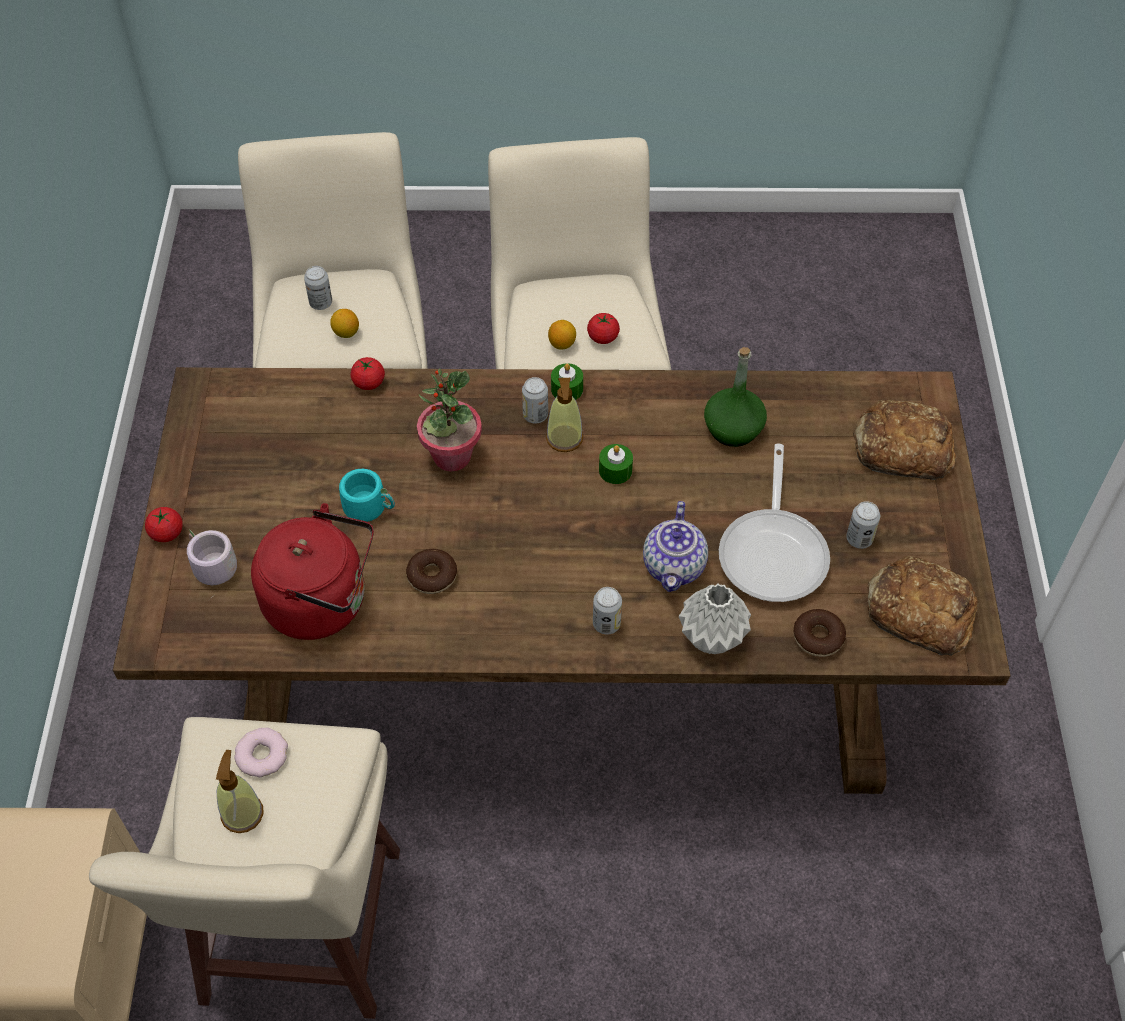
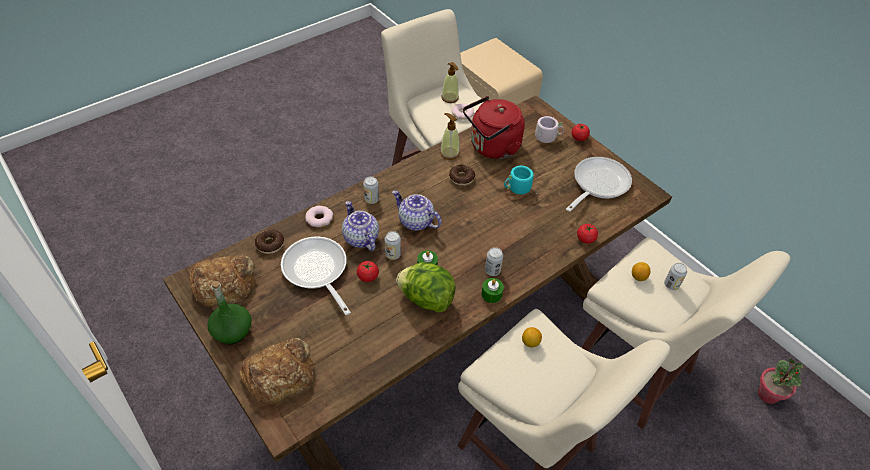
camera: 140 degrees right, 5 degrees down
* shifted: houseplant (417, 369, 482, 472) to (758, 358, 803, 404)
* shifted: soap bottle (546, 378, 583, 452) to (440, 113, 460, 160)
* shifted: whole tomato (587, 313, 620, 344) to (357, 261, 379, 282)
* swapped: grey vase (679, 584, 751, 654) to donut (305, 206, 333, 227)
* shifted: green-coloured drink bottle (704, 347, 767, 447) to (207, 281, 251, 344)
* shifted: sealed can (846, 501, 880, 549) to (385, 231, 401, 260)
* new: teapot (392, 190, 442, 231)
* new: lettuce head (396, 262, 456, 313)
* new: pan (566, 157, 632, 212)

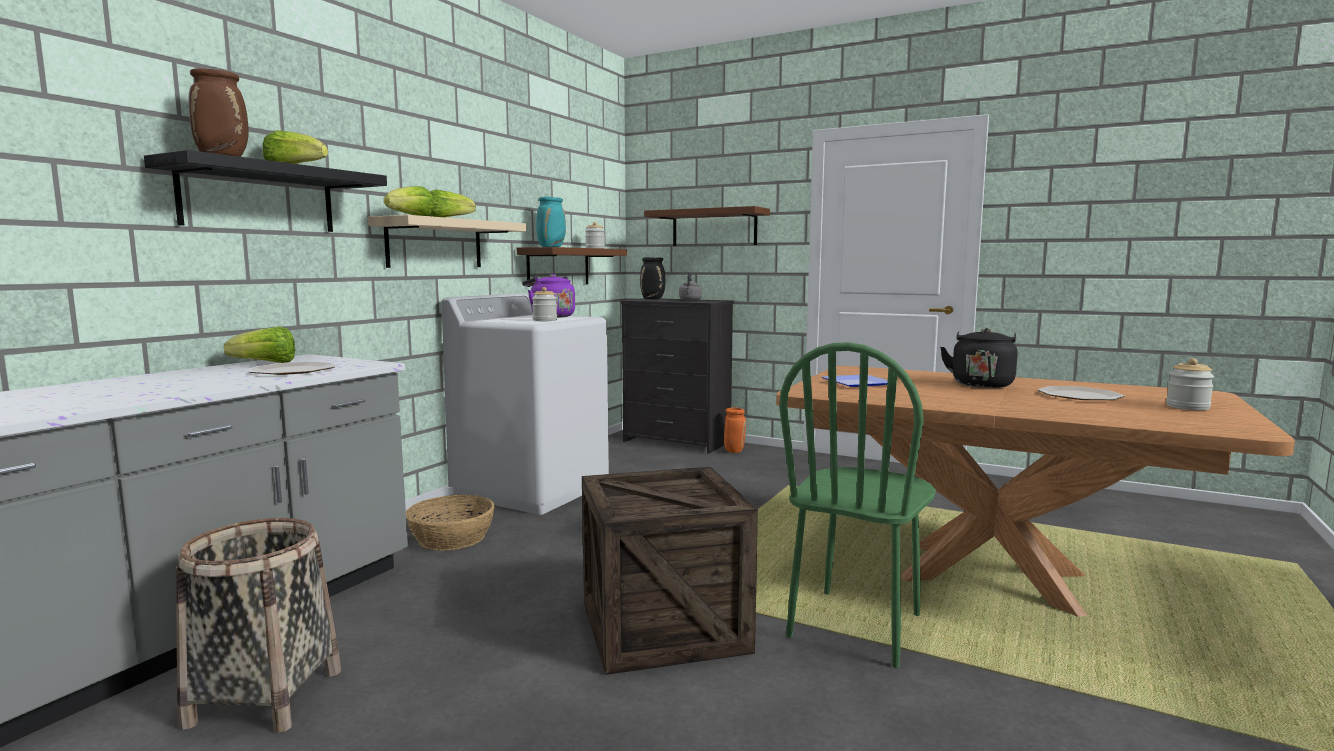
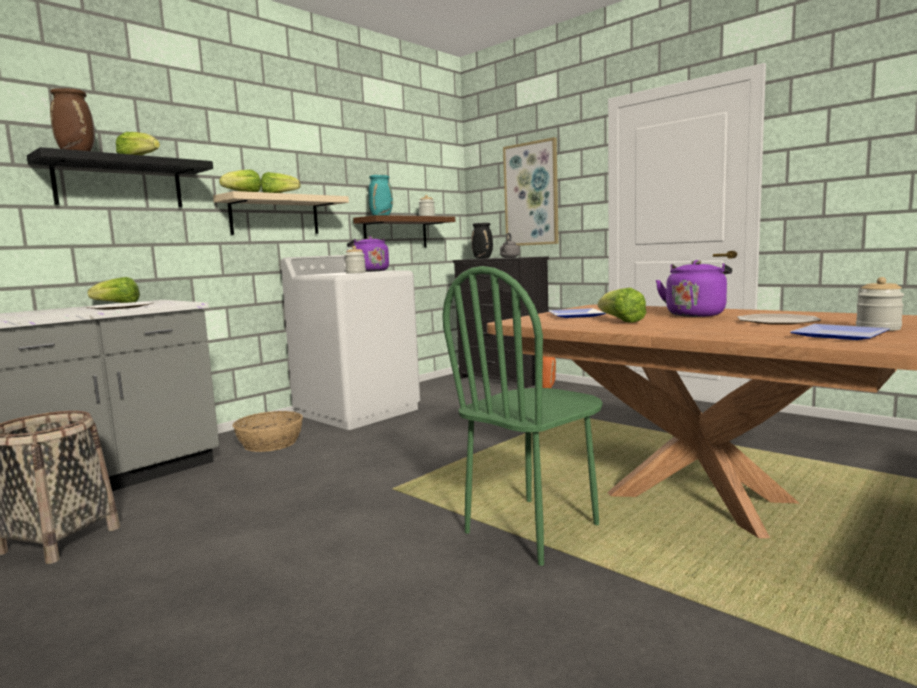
camera: 15 degrees right, 0 degrees up
* gone: crate (582, 467, 758, 675)
* swapped: brown-coloured shelf (644, 206, 770, 246) to picture (503, 137, 559, 246)
* repainted: black kettle (940, 328, 1018, 388) to purple kettle (655, 260, 732, 317)
* new: lettuce head (598, 288, 646, 323)
* new: flat dish (790, 324, 890, 340)

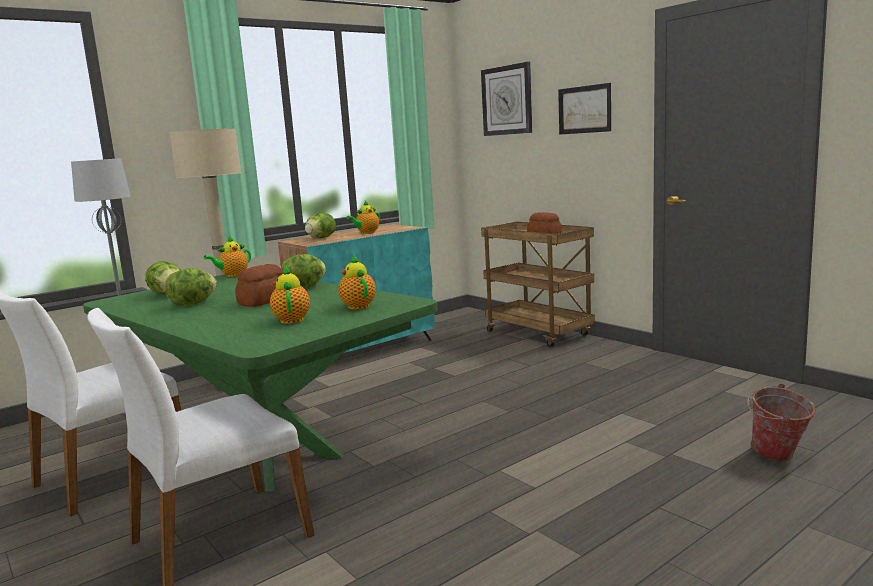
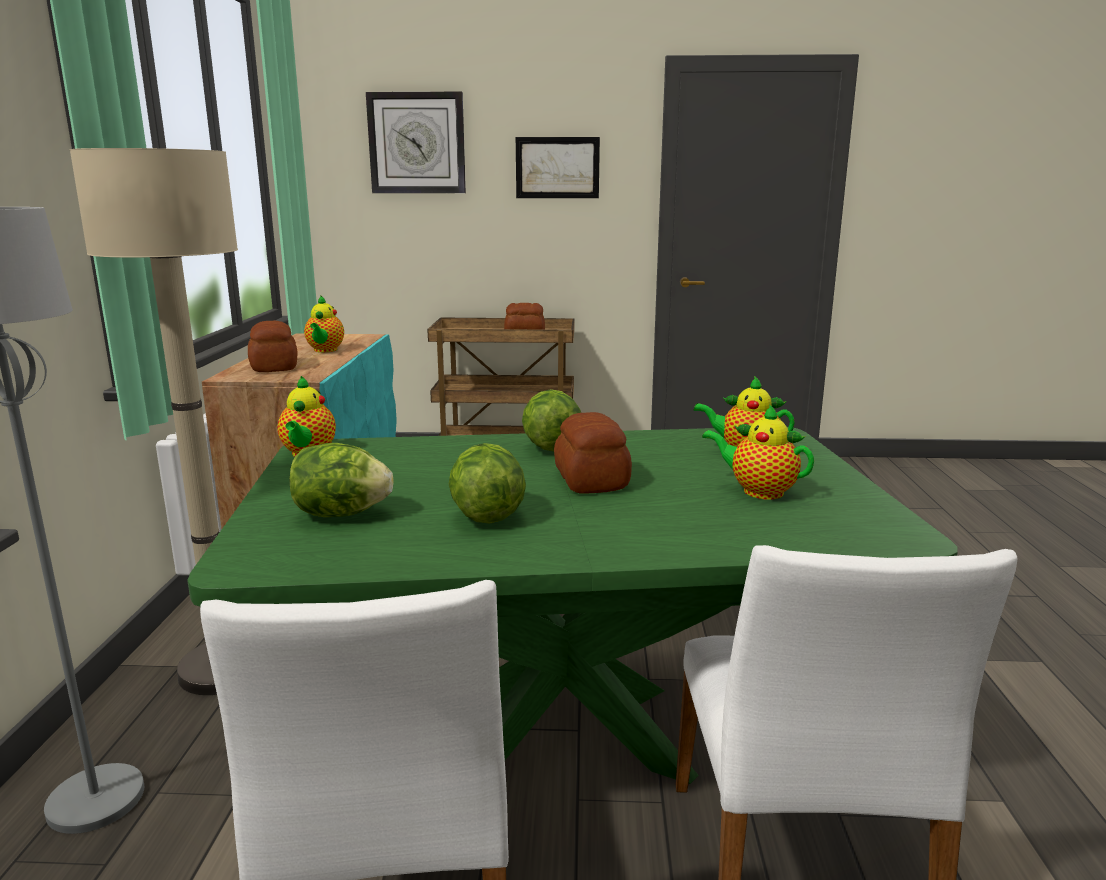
camera: 50 degrees left, 5 degrees up
* swapped: lettuce head (305, 213, 336, 238) to bakery bread (248, 321, 297, 372)
* gone: water bucket (747, 384, 816, 461)

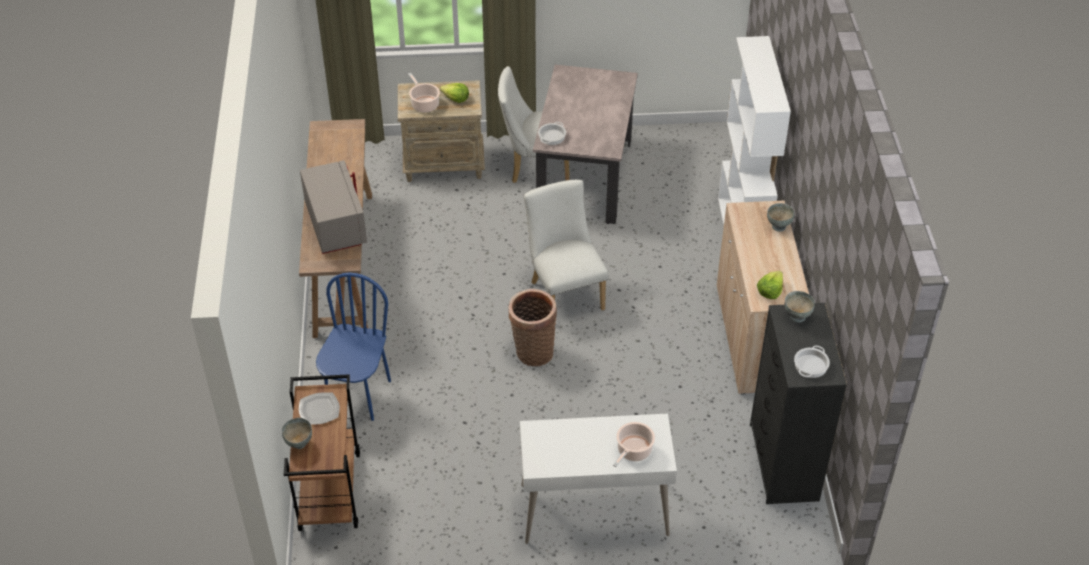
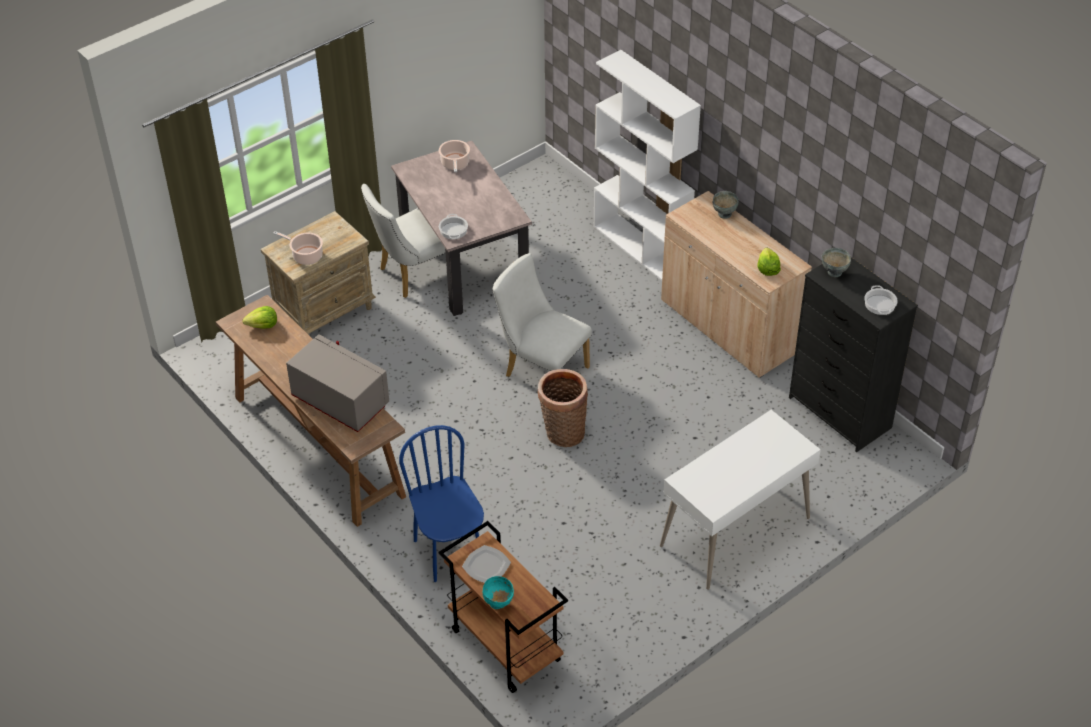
camera: 35 degrees left, 0 degrees up
* repainted: grey serving bowl (282, 418, 312, 449) to turquoise-coloured serving bowl (482, 576, 514, 609)
* shifted: lettuce head (440, 83, 469, 103) to (242, 306, 277, 329)
* shifted: cooking pot (613, 422, 655, 467) to (439, 140, 470, 172)

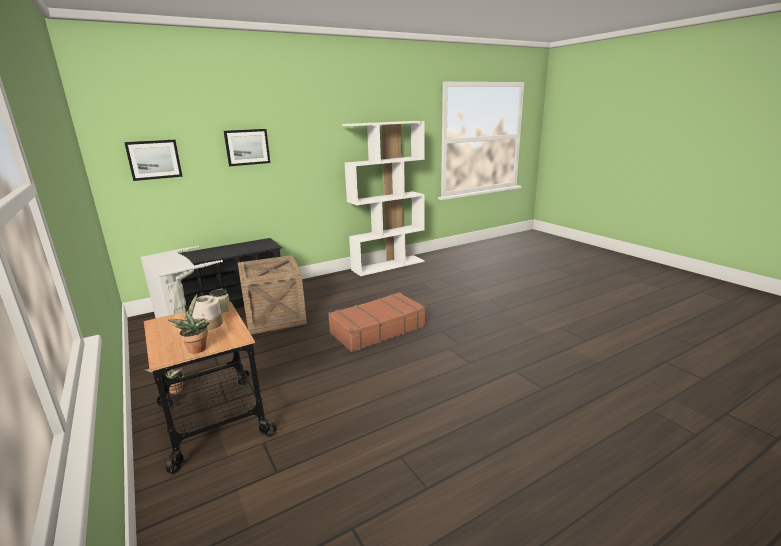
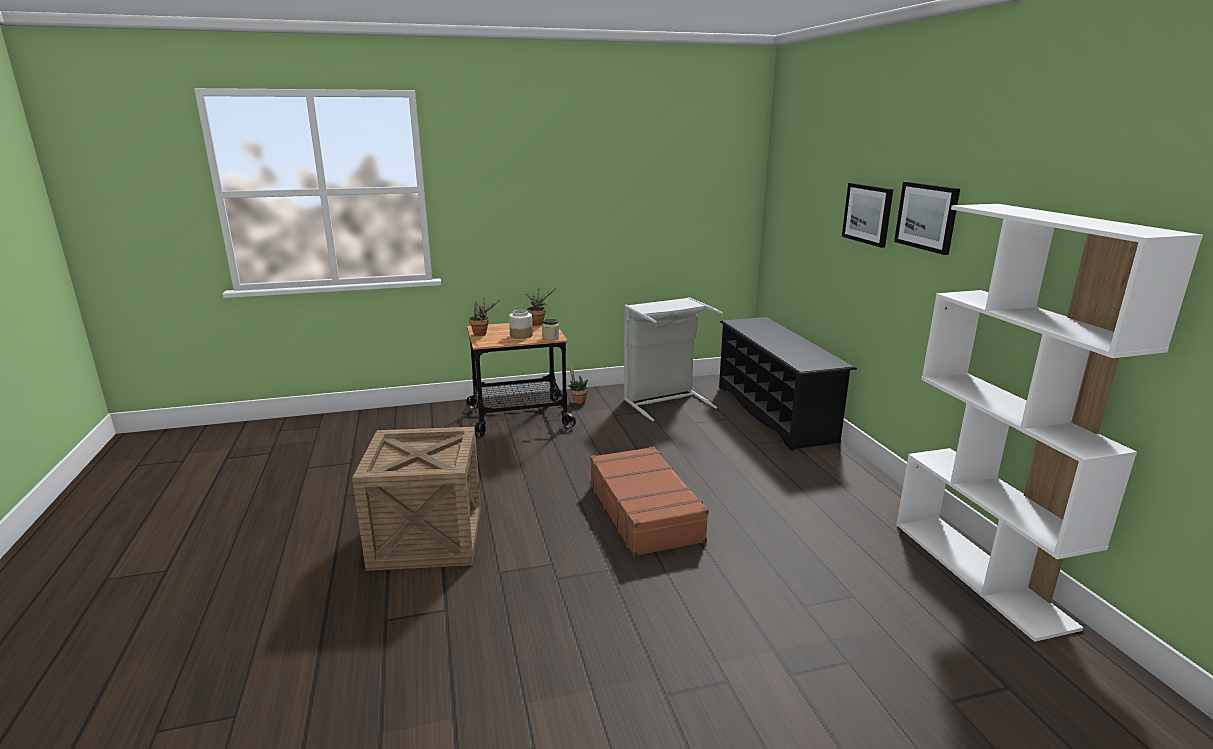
camera: 105 degrees right, 0 degrees up
* shifted: picture (124, 140, 183, 181) to (894, 182, 960, 255)
* shifted: crate (238, 255, 307, 334) to (352, 427, 481, 571)
* new: houseplant (525, 287, 557, 326)

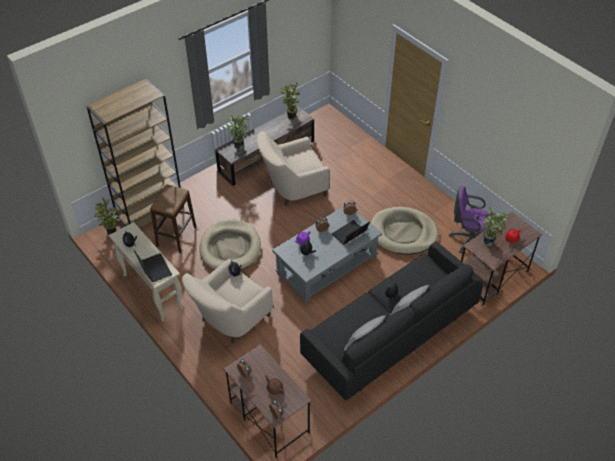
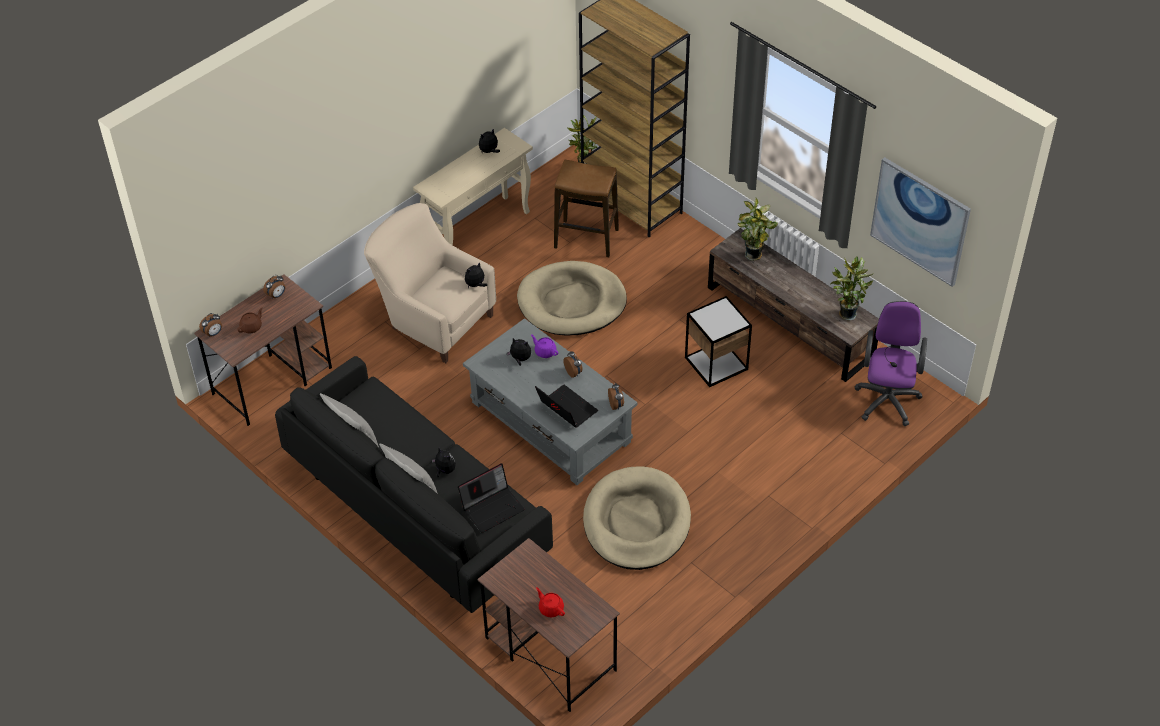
camera: 85 degrees right, 0 degrees up
* shifted: notebook computer (134, 250, 172, 282) to (458, 463, 525, 533)
* swapped: beige lounge chair (257, 131, 330, 206) to accent table (685, 296, 752, 387)
* shifted: purple office chair (449, 186, 489, 253) to (854, 301, 927, 426)
* gone: houseplant (482, 207, 509, 246)
* new: picture (870, 157, 971, 287)

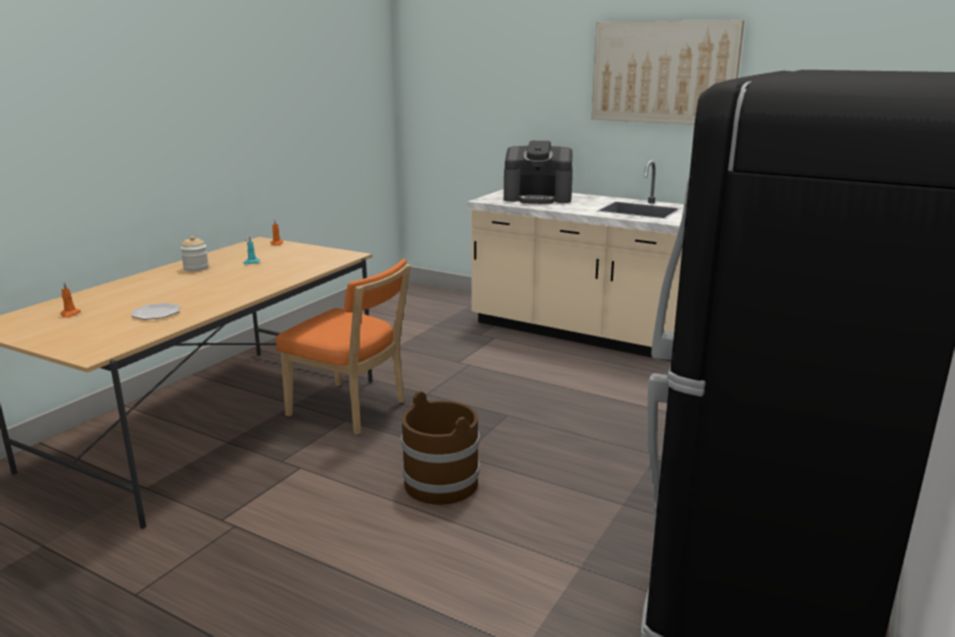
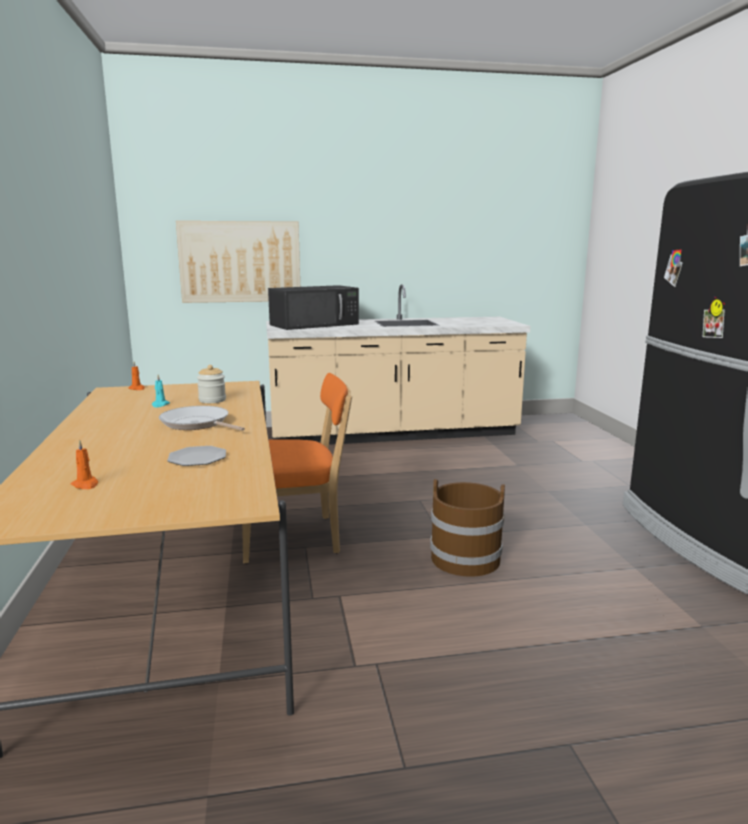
camera: 40 degrees left, 5 degrees down
* shifted: jar (180, 236, 209, 271) to (197, 365, 226, 403)
* swapped: coffee brewer (504, 141, 573, 204) to black kitchen microwave (268, 285, 359, 330)
* shifted: picture (592, 20, 744, 125) to (176, 221, 300, 303)
* new: pan (159, 406, 245, 431)

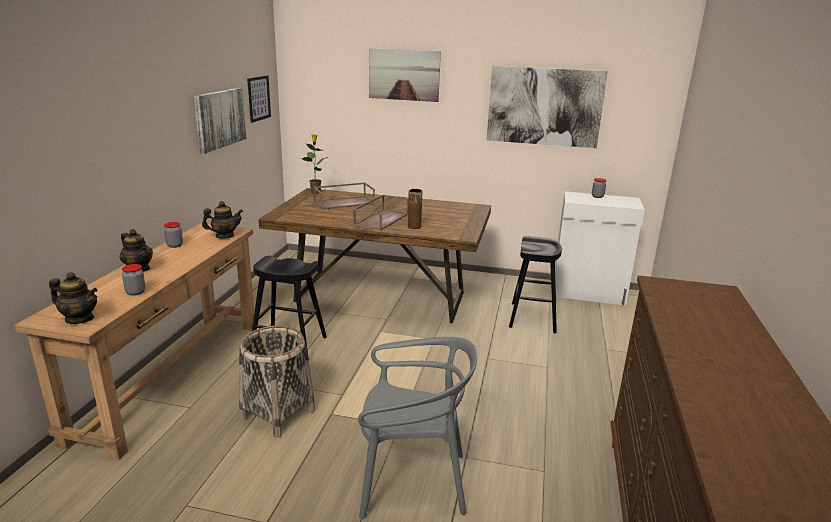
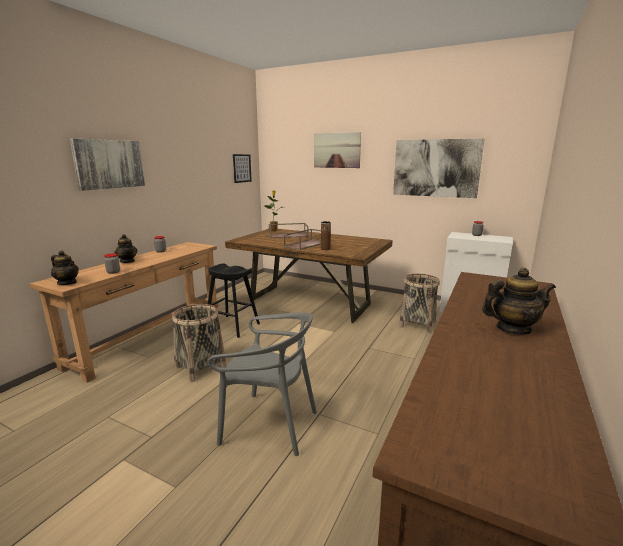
camera: 15 degrees right, 5 degrees down
* shifted: picture (194, 88, 246, 154) to (70, 138, 145, 191)
* shifted: teapot (202, 201, 243, 239) to (482, 268, 556, 335)
* swapped: black stool seat (509, 236, 562, 333) to storage basket (399, 274, 440, 333)

